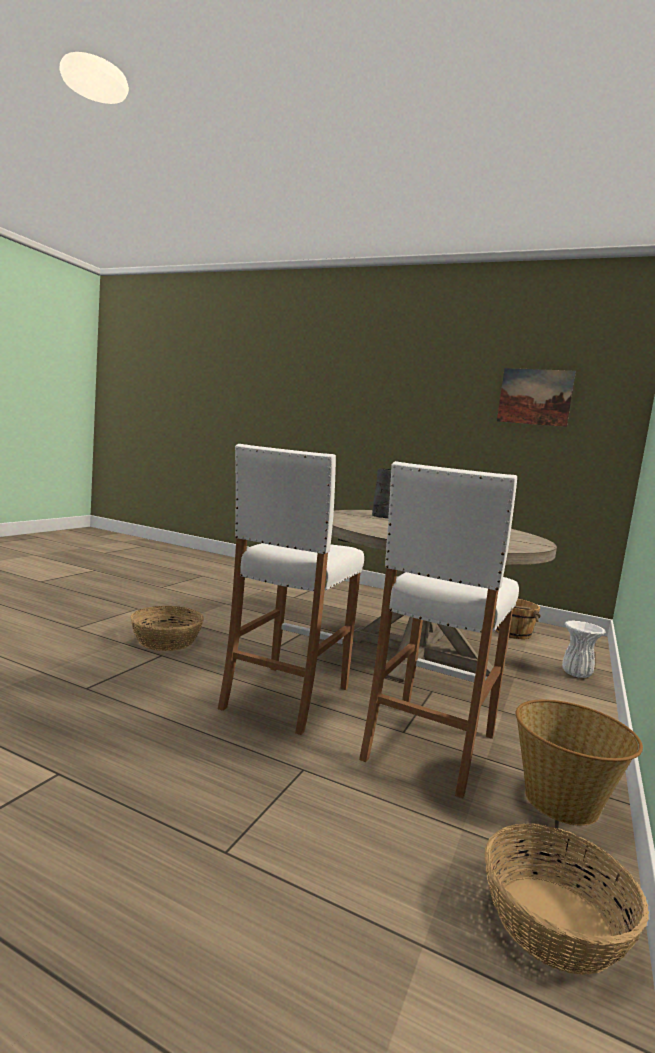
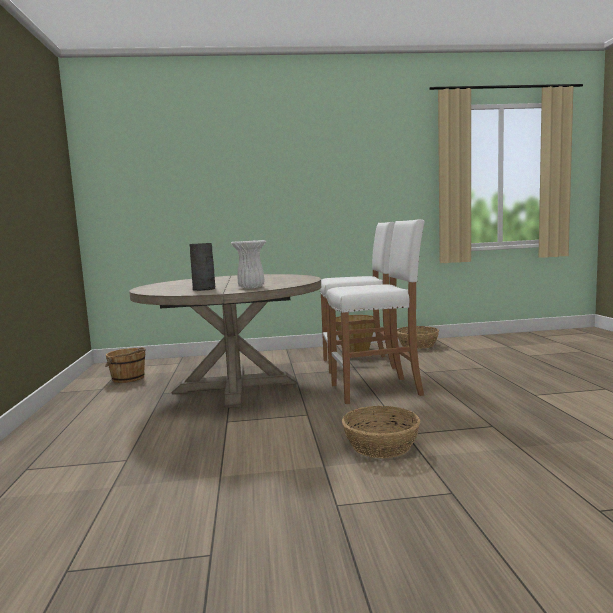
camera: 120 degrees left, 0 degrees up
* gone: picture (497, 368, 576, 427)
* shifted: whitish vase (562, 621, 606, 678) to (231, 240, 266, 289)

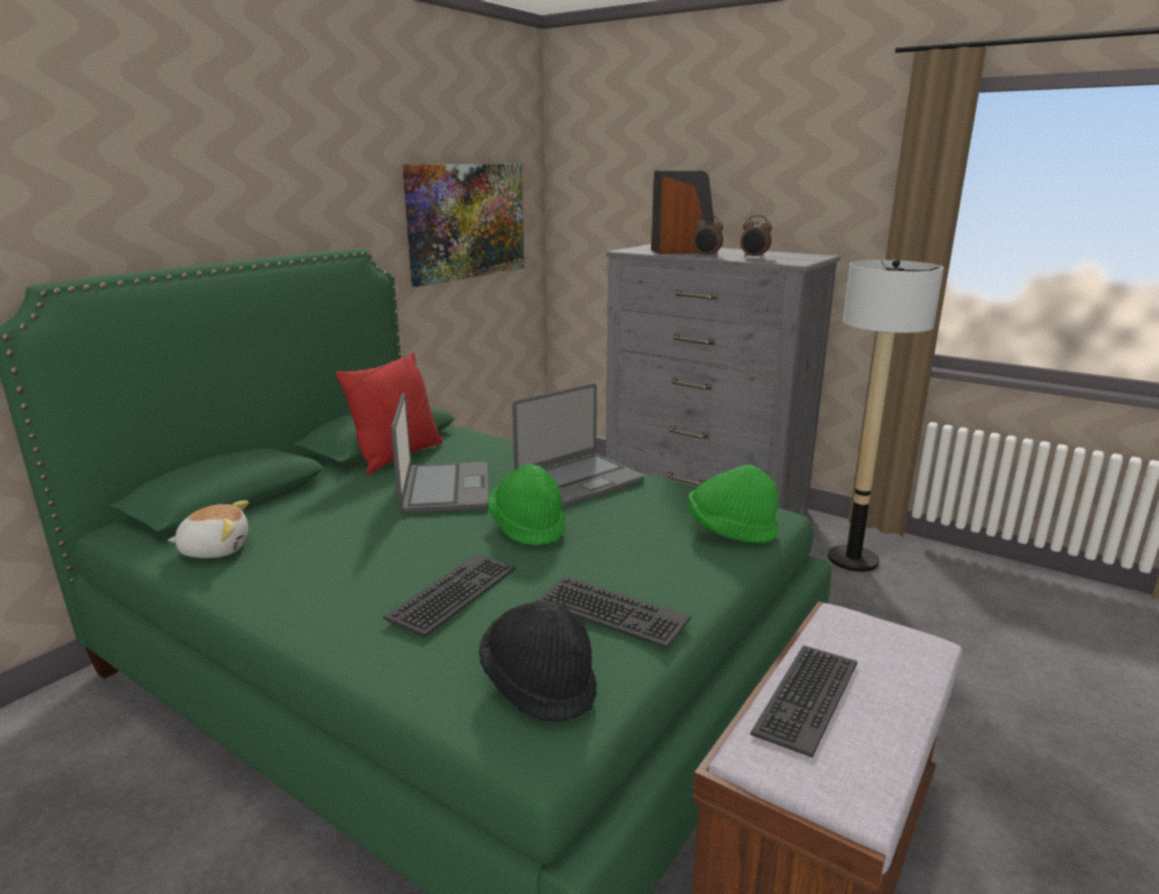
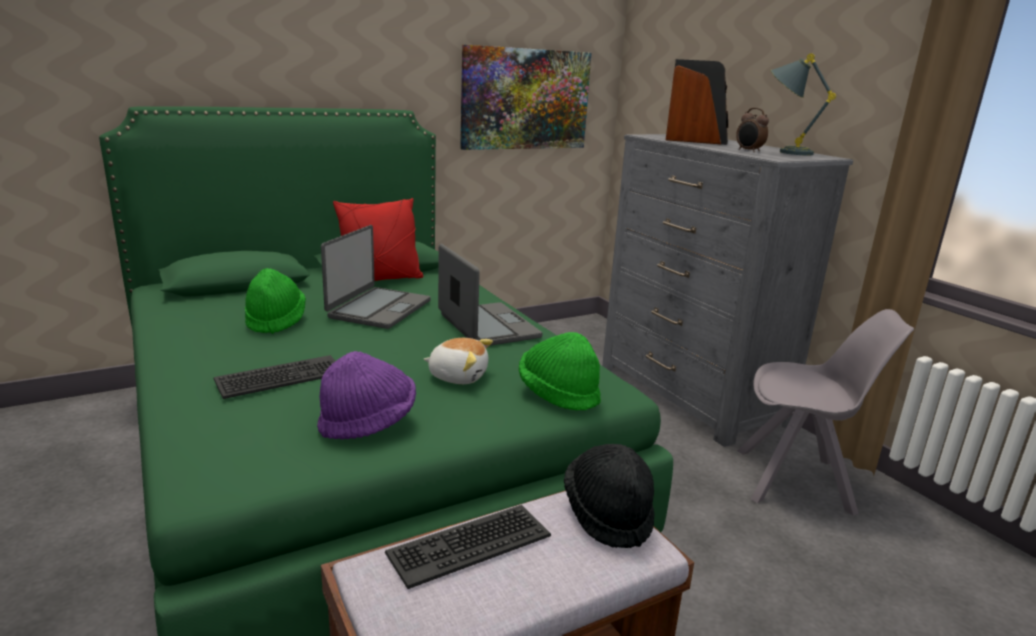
camera: 25 degrees right, 0 degrees up
* shifted: soft toy (168, 500, 249, 558) to (424, 338, 493, 384)
* shifted: black wearable hat (479, 601, 597, 722) to (564, 444, 655, 548)
* shifted: green-coloured wearable hat (488, 464, 565, 546) to (245, 268, 306, 334)
* rotated: notebook computer (512, 383, 644, 507) = (438, 244, 542, 346) 105 degrees counterclockwise
* swapped: computer keyboard (536, 576, 691, 649) to purple wearable hat (317, 351, 416, 439)
* gone: alarm clock (693, 215, 724, 257)
* swapped: floor lamp (828, 259, 944, 572) to grey upright chair (737, 309, 914, 516)
* new: grey tabletop lamp (770, 53, 836, 156)

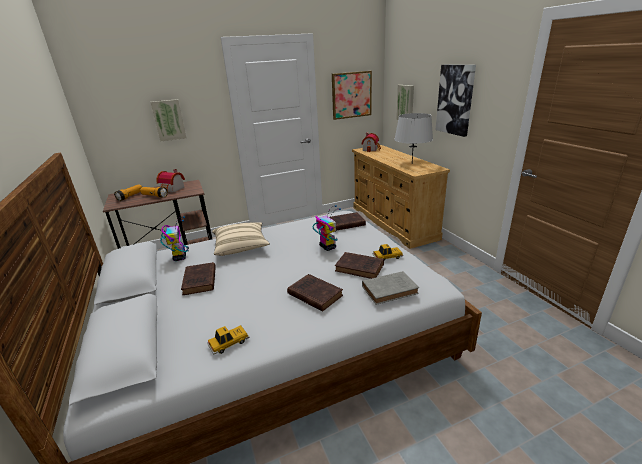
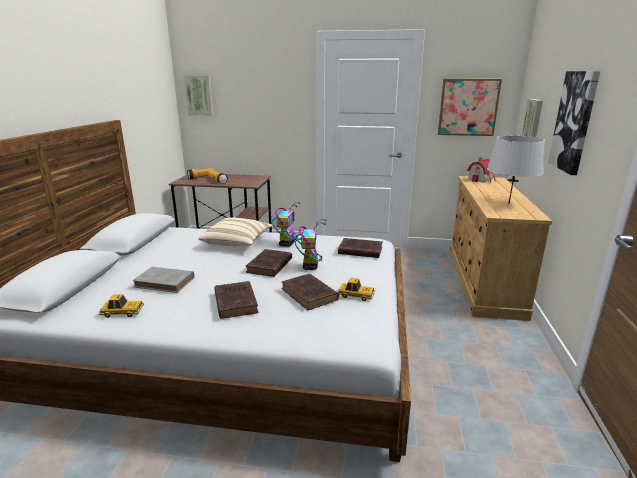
camera: 30 degrees right, 5 degrees down
* shifted: picture (151, 99, 186, 142) to (184, 76, 213, 116)
* gone: toy house (157, 169, 185, 193)
* shifted: robot figure (160, 216, 189, 261) to (272, 202, 301, 247)
* shifted: brown-coloured book (181, 262, 216, 295) to (246, 249, 292, 277)
* shifted: grey book (362, 271, 419, 305) to (133, 267, 195, 293)

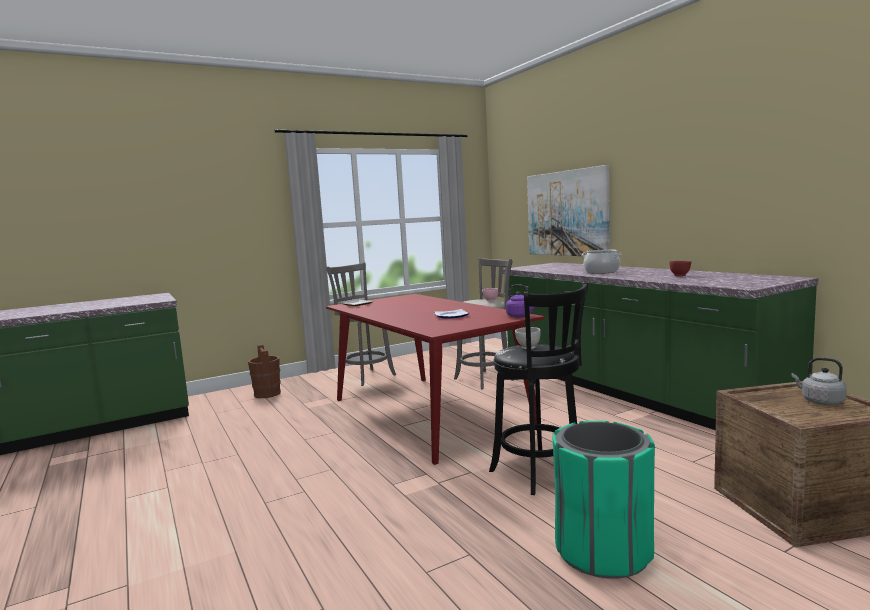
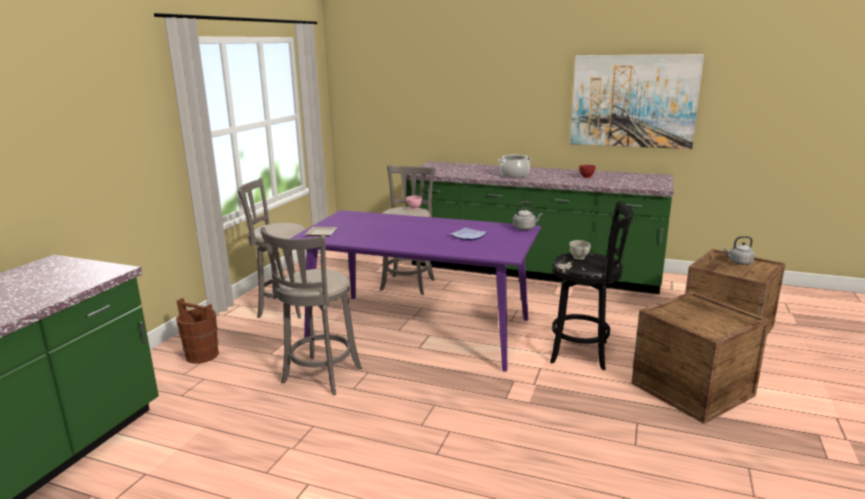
camera: 40 degrees left, 10 degrees up
* repainted: red kitchen table (326, 294, 545, 465) to purple kitchen table (290, 210, 541, 372)
* repainted: purple kettle (506, 284, 535, 317) to grey kettle (513, 202, 542, 230)
* shifted: picture (527, 165, 610, 256) to (570, 54, 704, 149)
* swapped: green-coloured trash can (553, 421, 655, 579) to crate (631, 291, 770, 424)
* new: grey stool seat (260, 227, 362, 395)

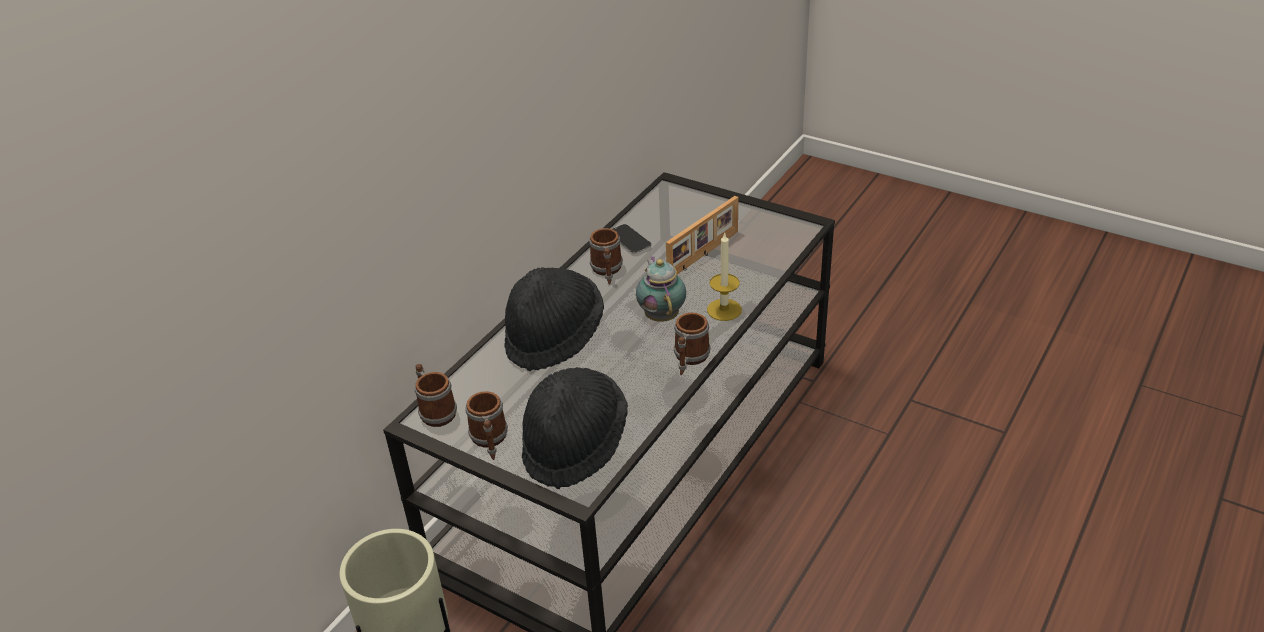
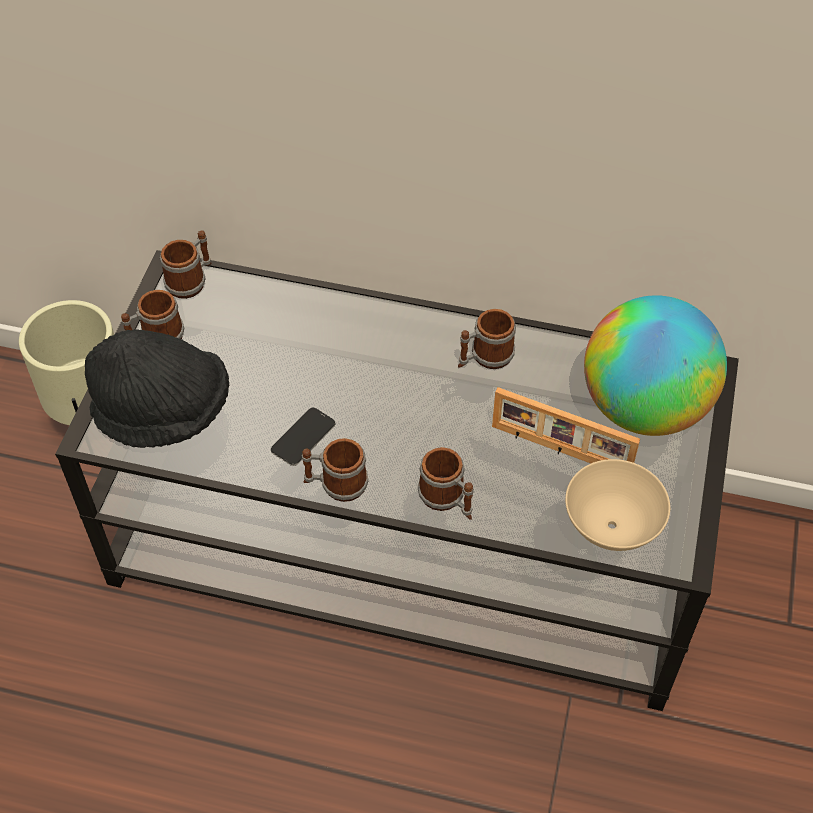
camera: 70 degrees right, 15 degrees up
* gone: black wearable hat (505, 267, 604, 371)
* shifted: phone (613, 224, 651, 254) to (271, 408, 335, 466)
* gone: teapot (636, 257, 686, 322)
* swapped: wax candle (707, 233, 742, 321) to mug (418, 447, 474, 520)
* new: beige serving bowl (565, 459, 670, 551)
* new: world globe (584, 295, 727, 436)

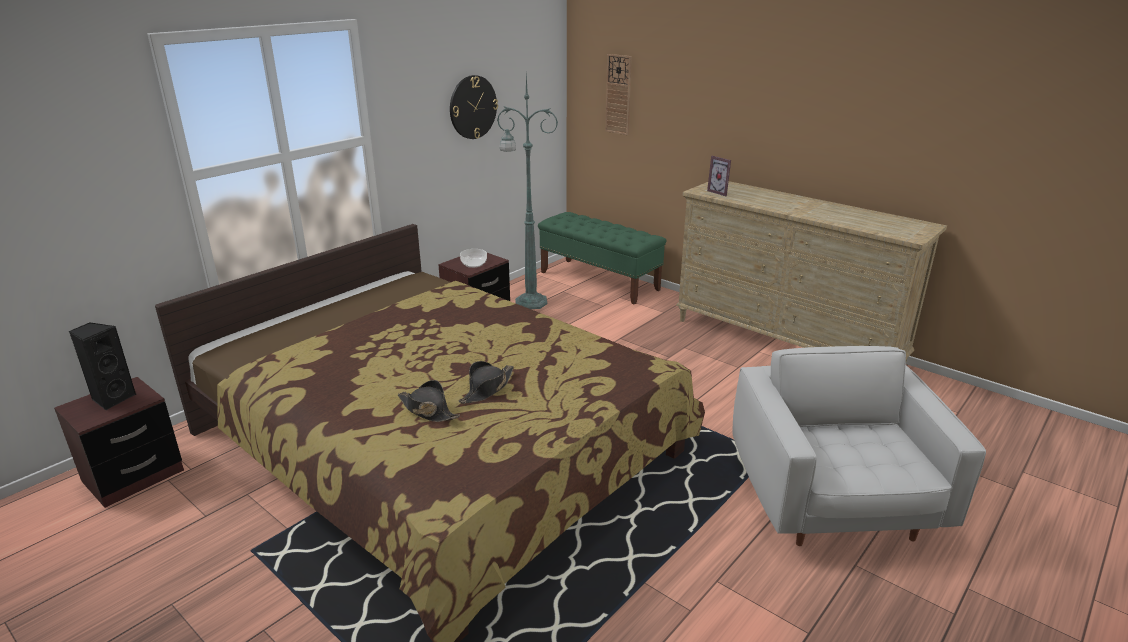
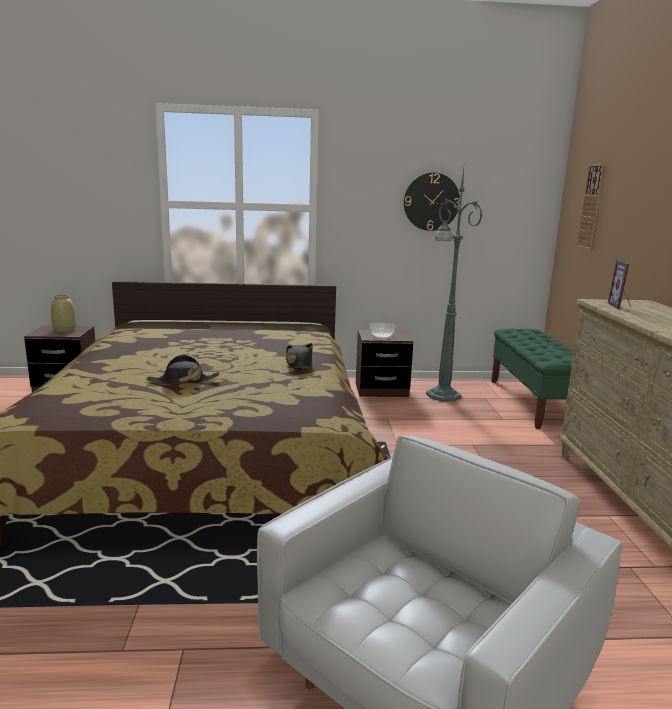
camera: 45 degrees right, 10 degrees down
* swapped: black speaker (69, 322, 136, 411) to beige vase (51, 295, 76, 332)
* shifted: black wearable hat (398, 380, 460, 422) to (286, 343, 313, 370)

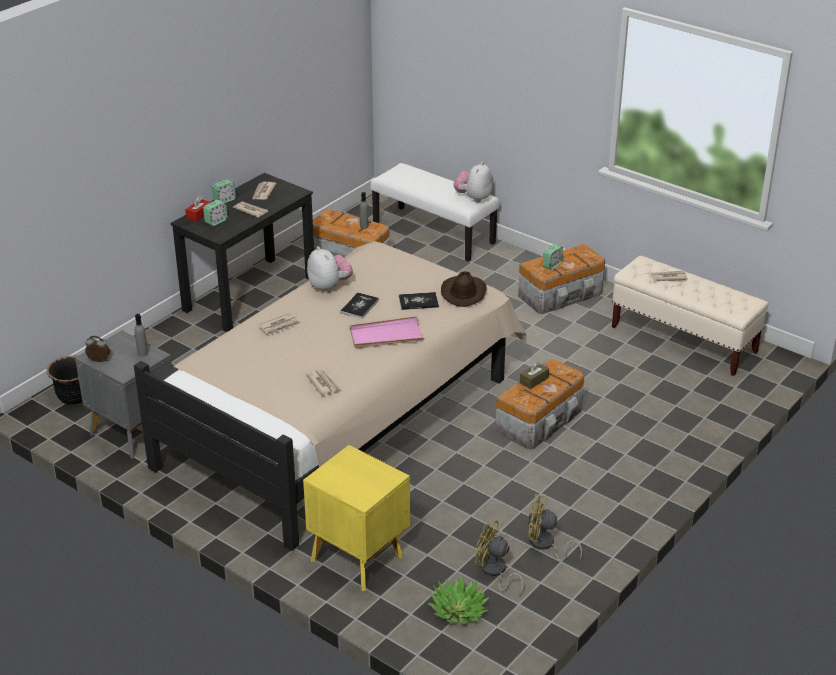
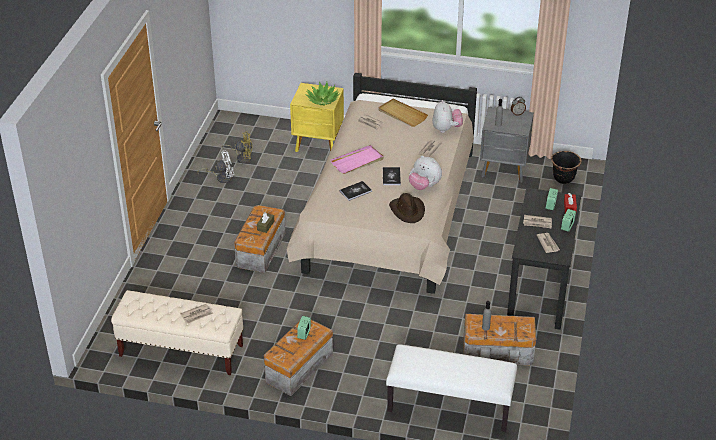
camera: 155 degrees right, 5 degrees up
* shifted: houseplant (427, 575, 489, 624) to (305, 82, 339, 105)
* shifted: brown-coloured wearable hat (441, 271, 487, 307) to (389, 193, 425, 223)
* shifted: soft toy (454, 162, 492, 203) to (432, 100, 463, 133)
* repainted: yellowish electric fan (528, 494, 583, 561) to whitish electric fan (198, 150, 234, 183)
* new: beige tray (378, 99, 428, 127)

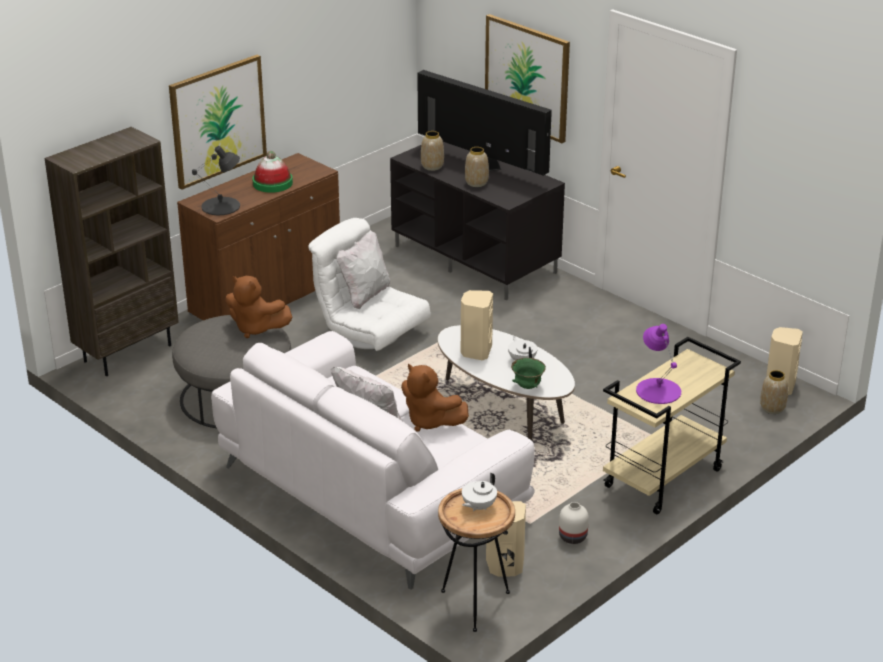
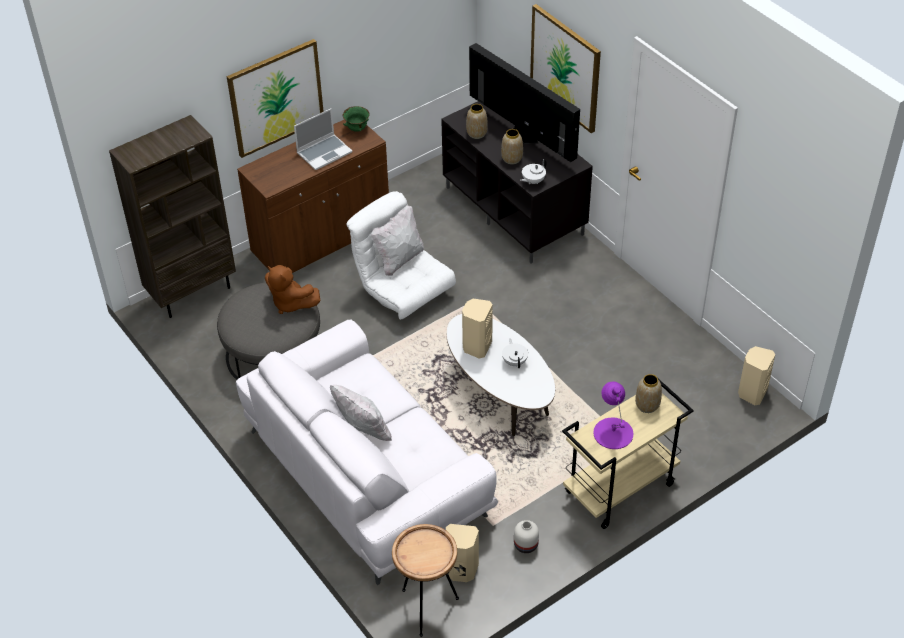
camera: 10 degrees right, 15 degrees up
* gone: black tabletop lamp (192, 146, 240, 215)
* swapped: wearable hat (252, 151, 293, 193) to notebook computer (294, 108, 353, 170)
* gone: brown-coloured soft toy (401, 364, 469, 432)
* shifted: whitish teapot (462, 472, 497, 511) to (520, 159, 546, 184)
* shifted: green-coloured serving bowl (511, 358, 546, 389) to (343, 106, 370, 132)
* shifted: vase (760, 370, 788, 414) to (635, 374, 662, 413)

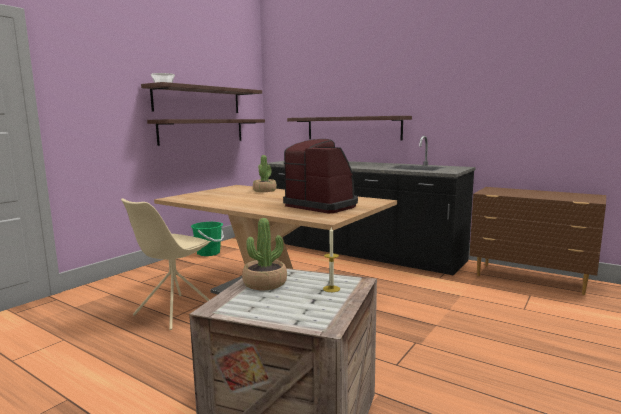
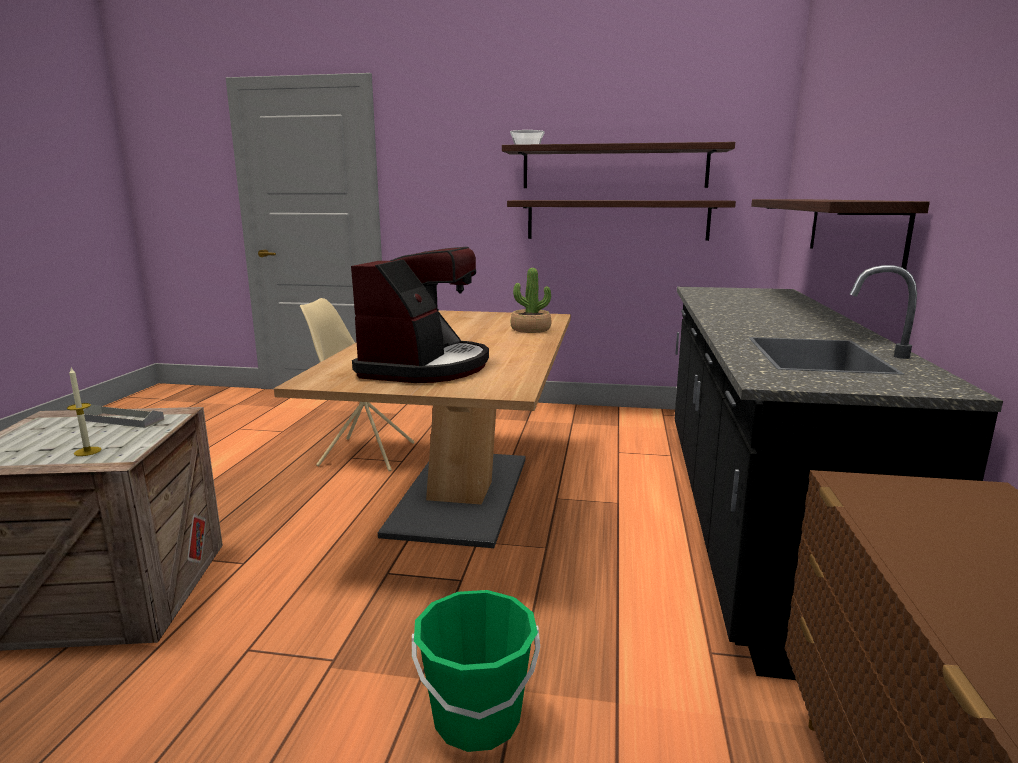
camera: 65 degrees right, 5 degrees up
* shifted: green-coloured water bucket (191, 222, 224, 256) to (412, 590, 540, 752)
* swapped: houseplant (242, 218, 287, 290) to grey tray (83, 404, 164, 428)

